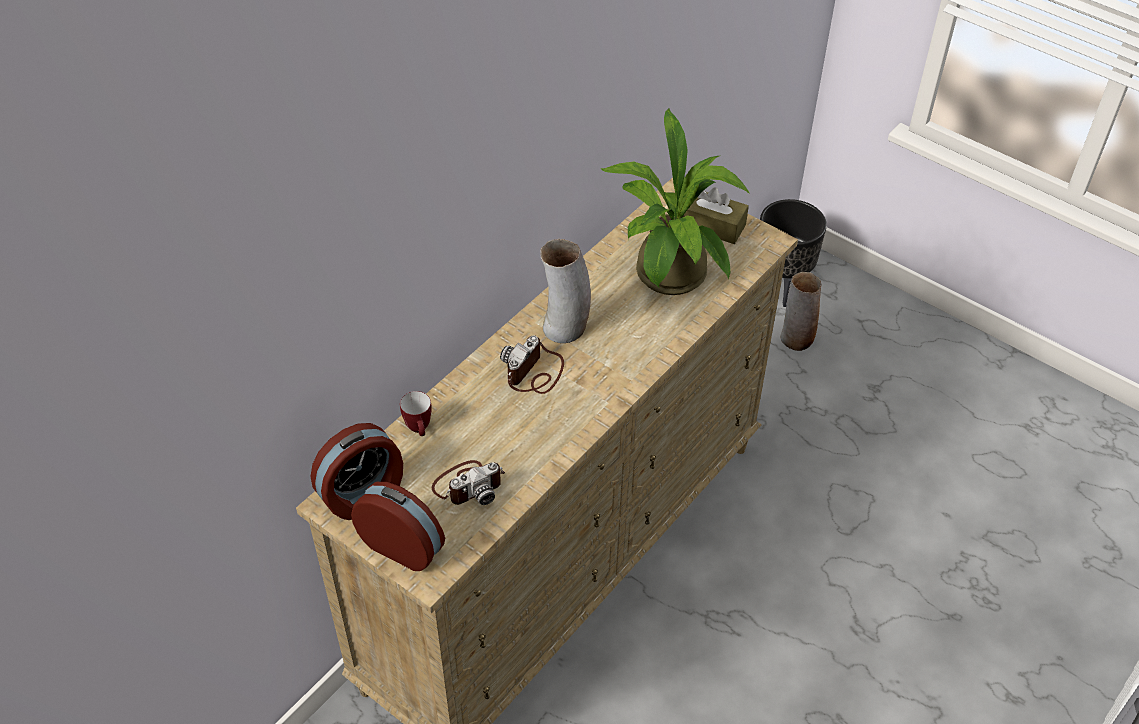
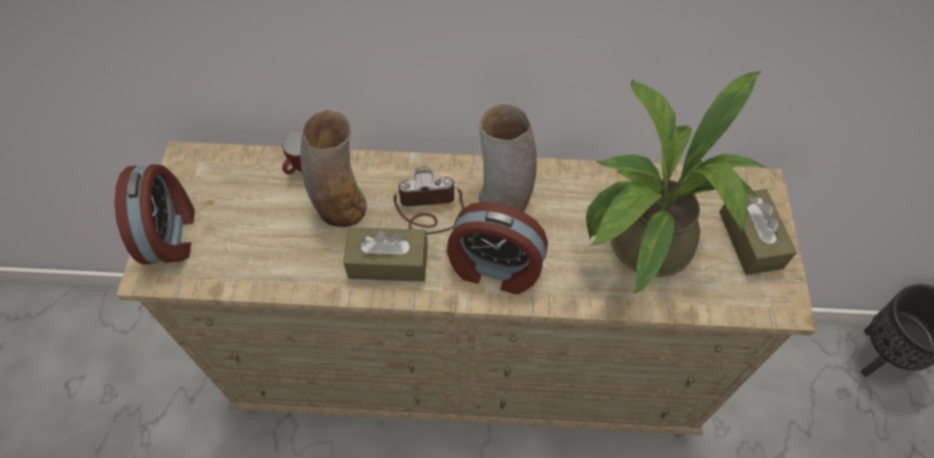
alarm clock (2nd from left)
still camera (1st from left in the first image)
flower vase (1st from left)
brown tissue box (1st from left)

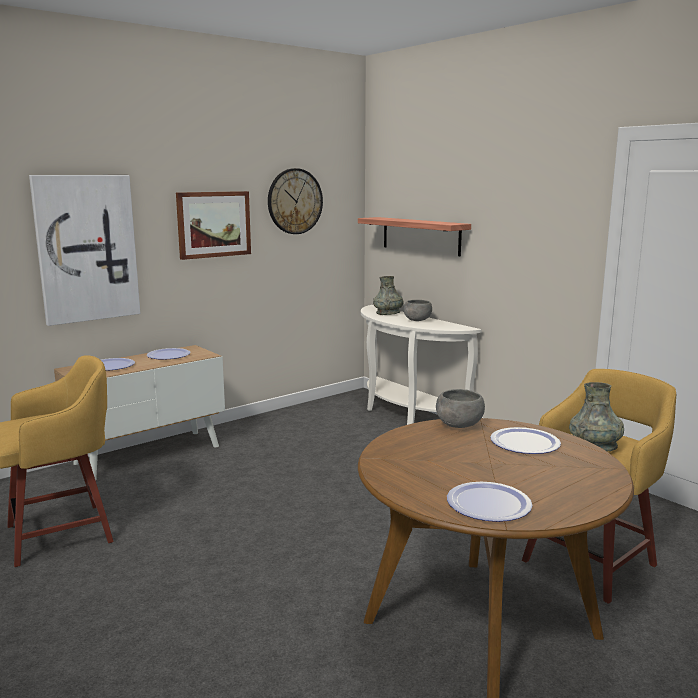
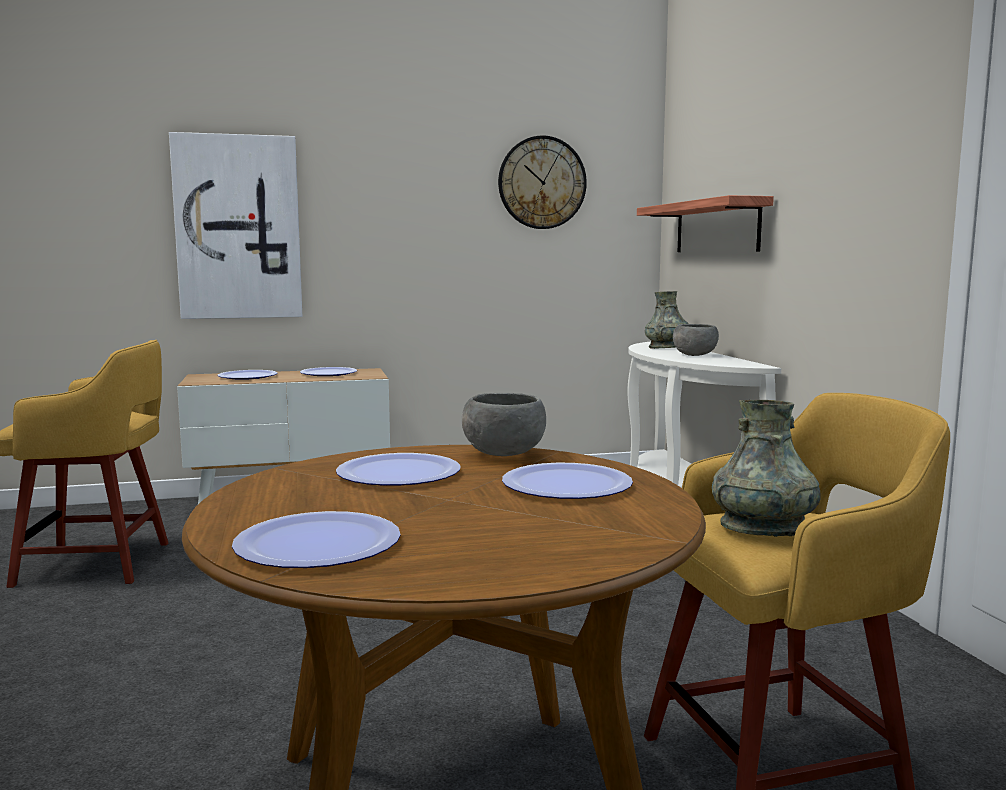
wall art (2nd from left in the first image)
flat dish (4th from left)

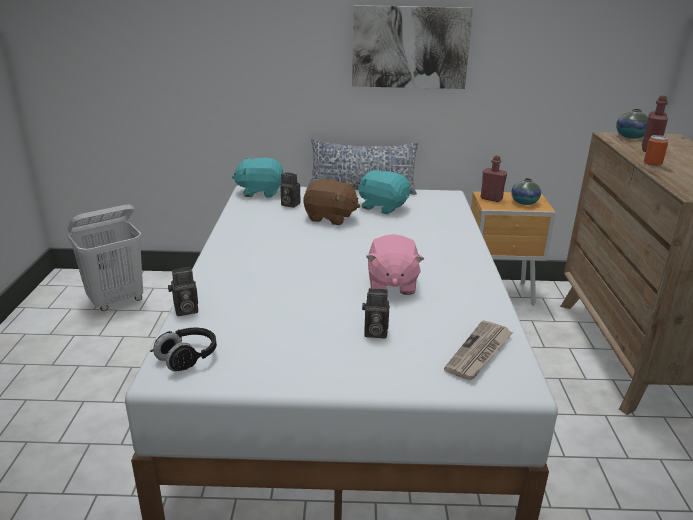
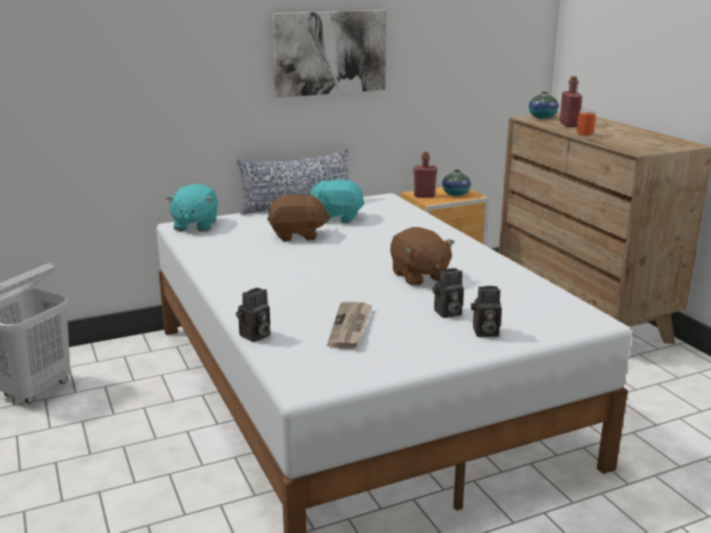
black pair of headphones
turquoise soft toy (1st from left)
still camera (3rd from left)
brown soft toy (2nd from left)
daily paper

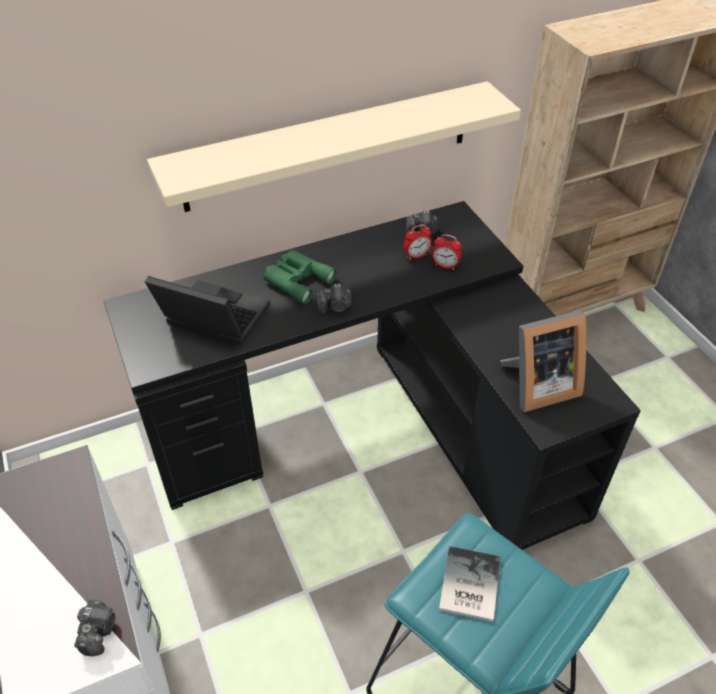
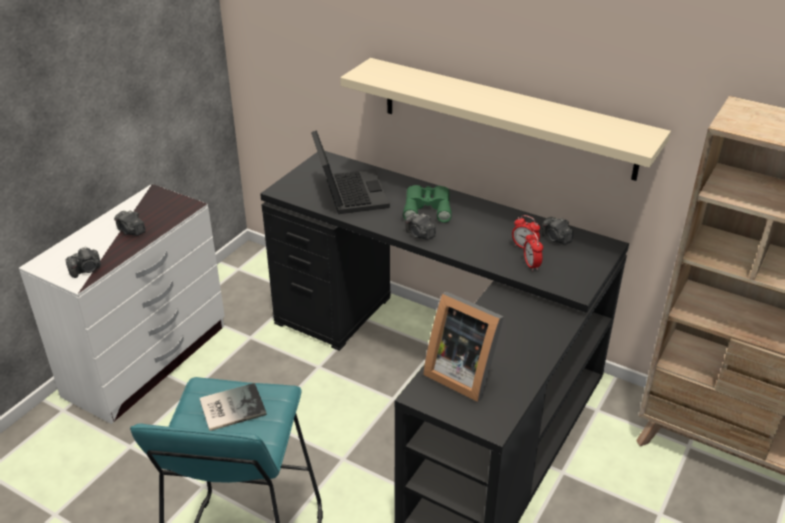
still camera (2nd from left)

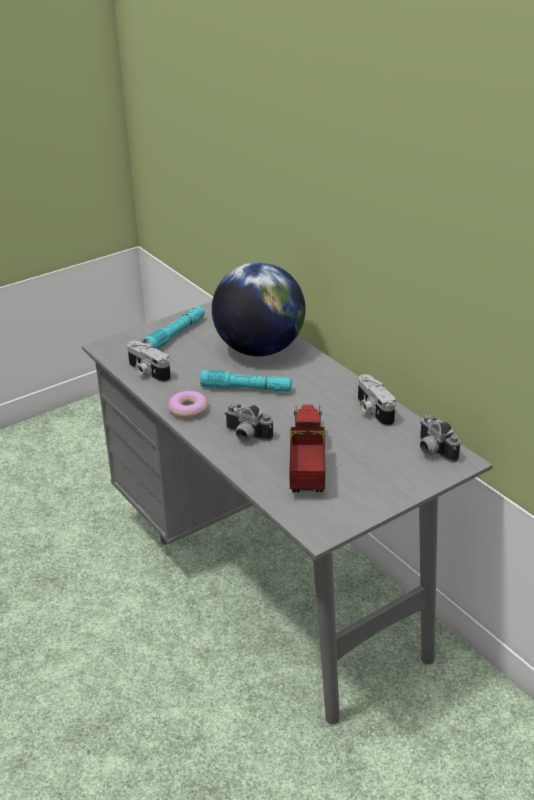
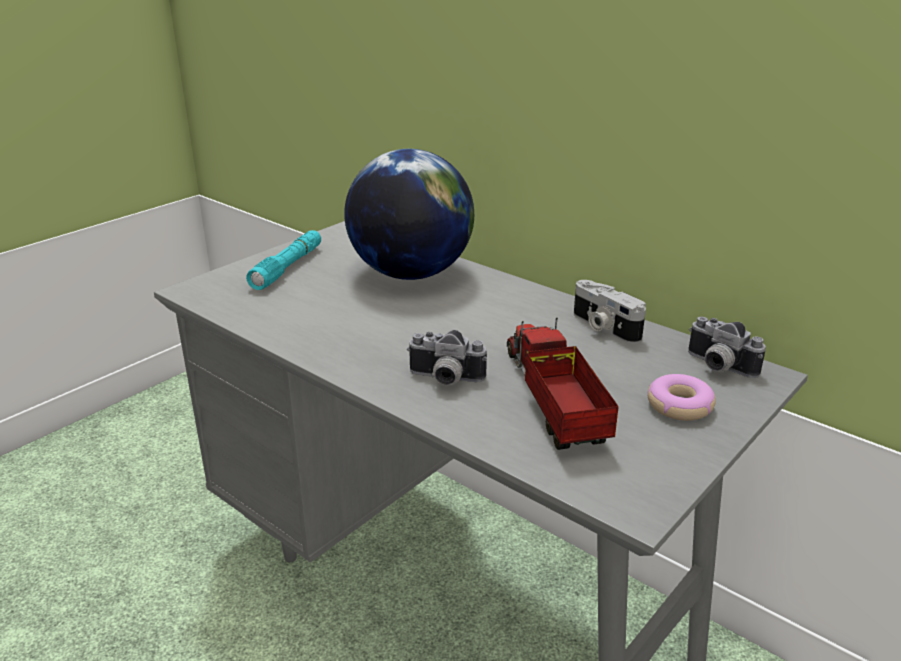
still camera (1st from left in the first image)
ring doughnut
turquoise torch (2nd from left in the first image)

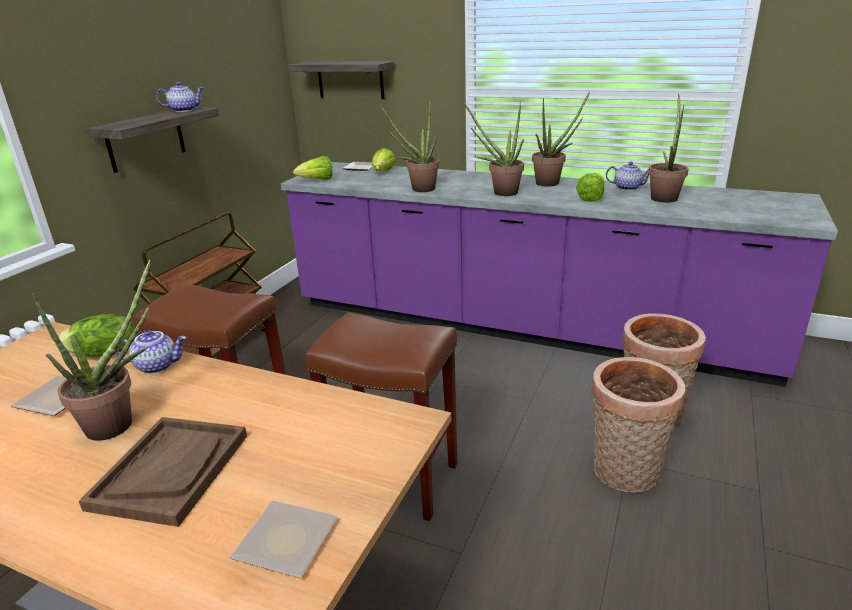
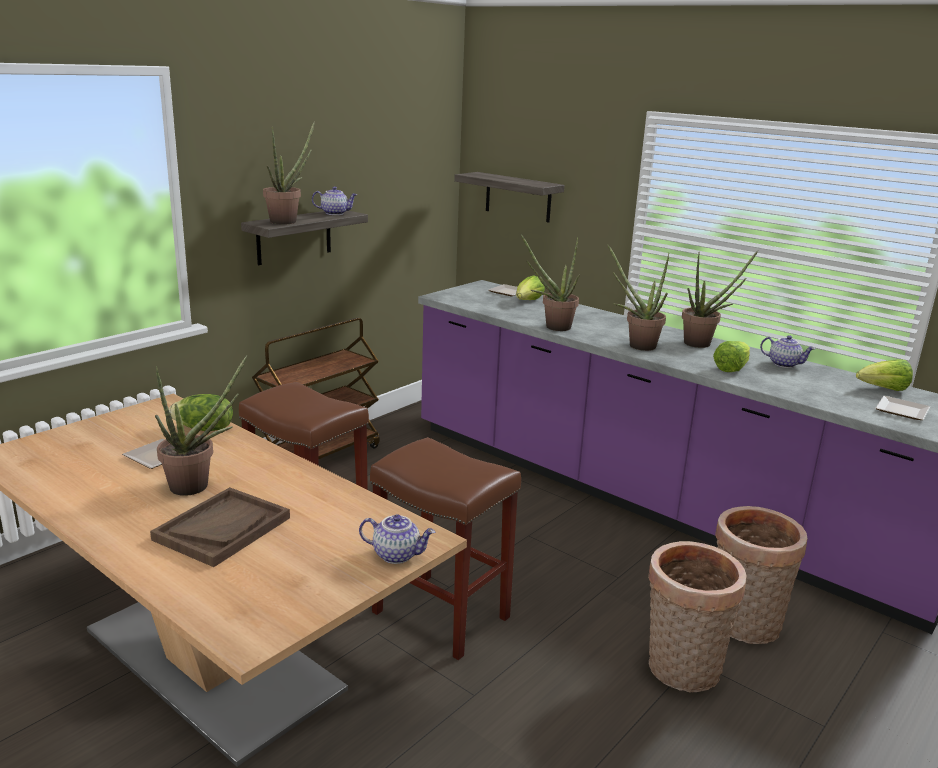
pot for tea (2nd from left)
flat dish (3rd from left)
head of lettuce (4th from left)
plant in a pot (2nd from left)

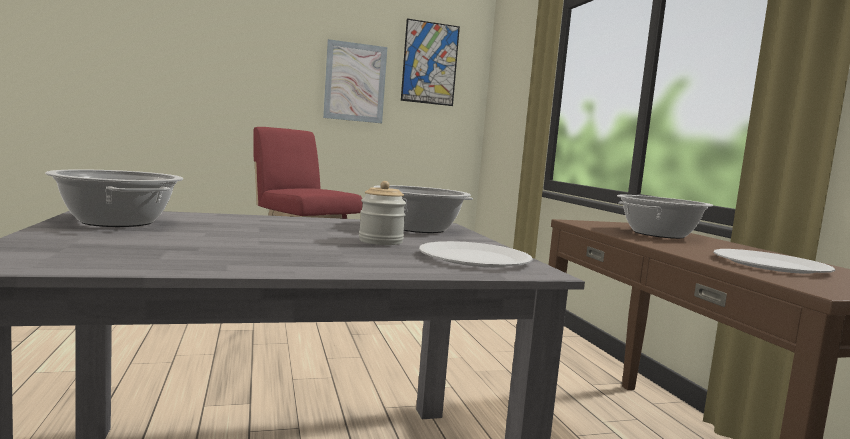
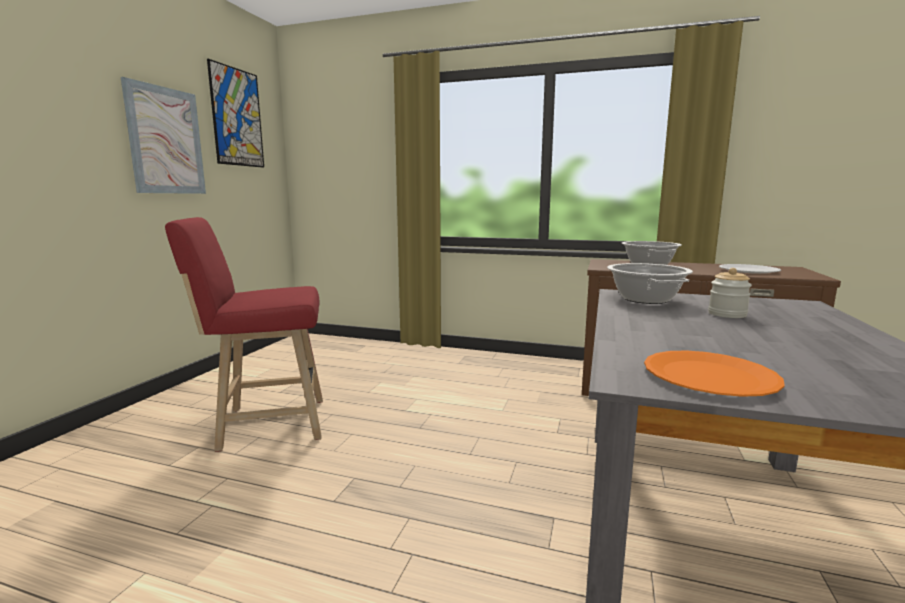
orangey flat dish
white flat dish (1st from left in the first image)

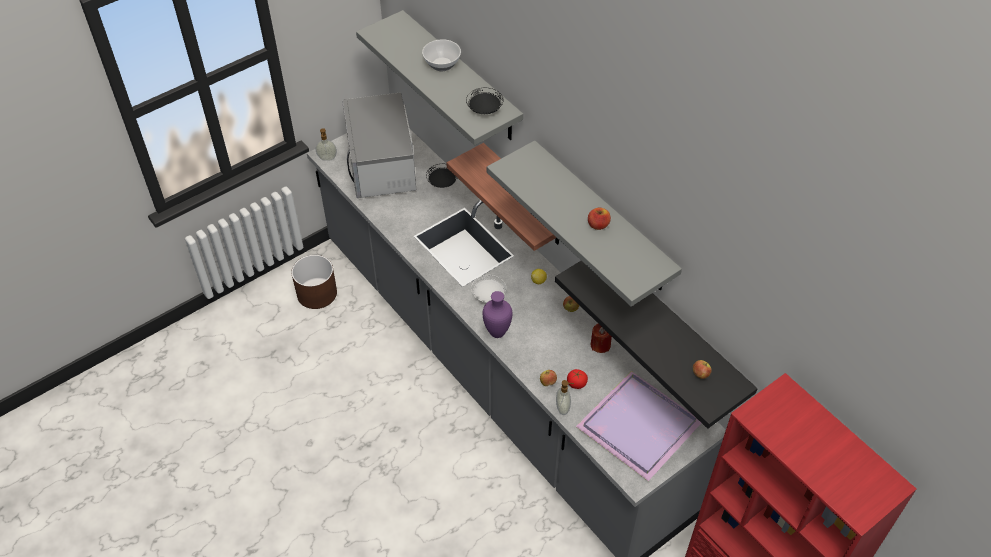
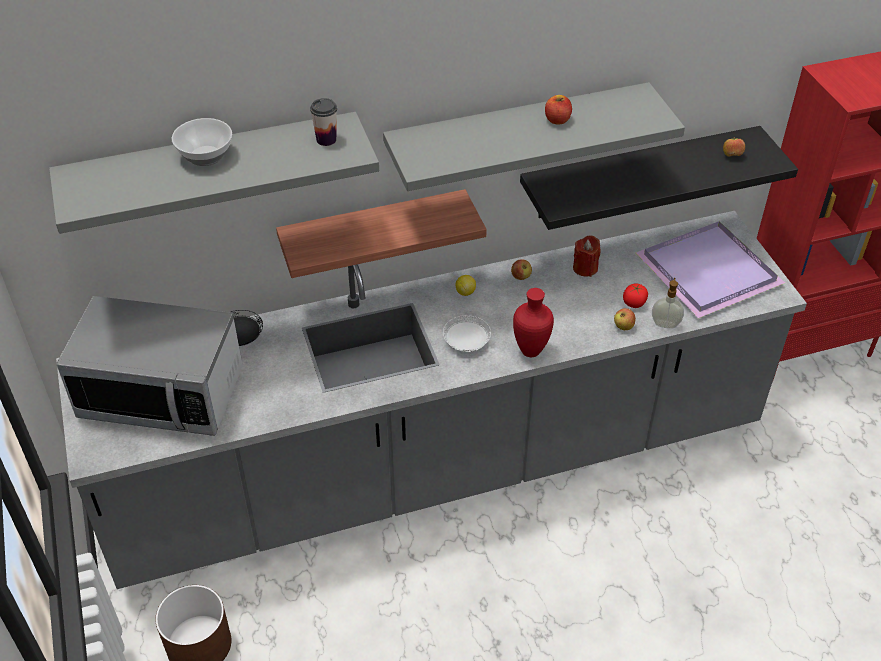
soap dispenser (1st from left in the first image)
drinking cup
red flower vase

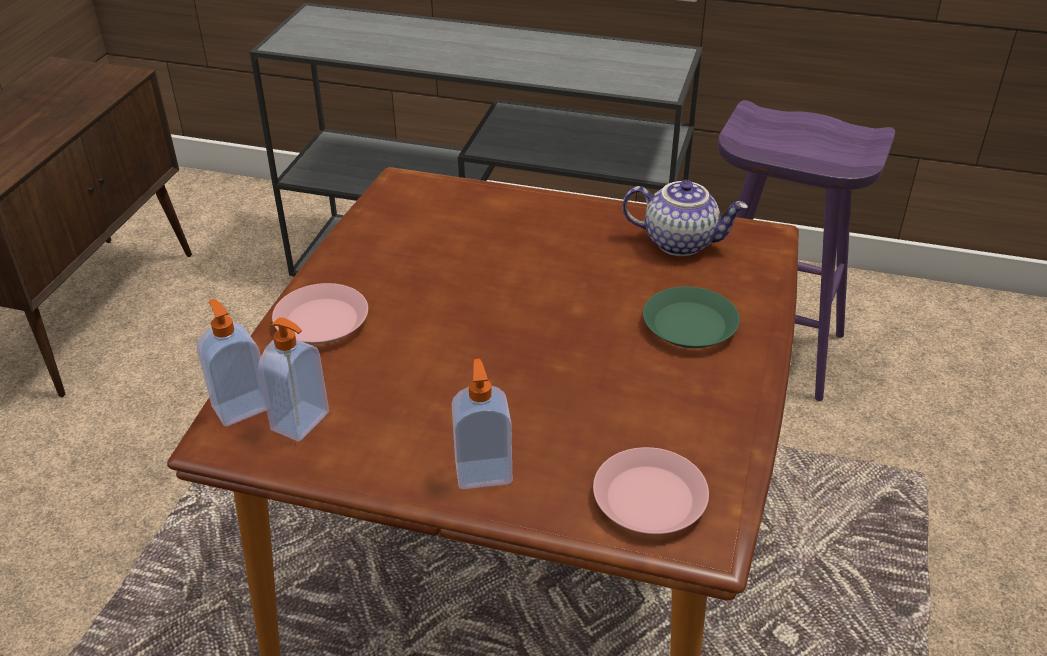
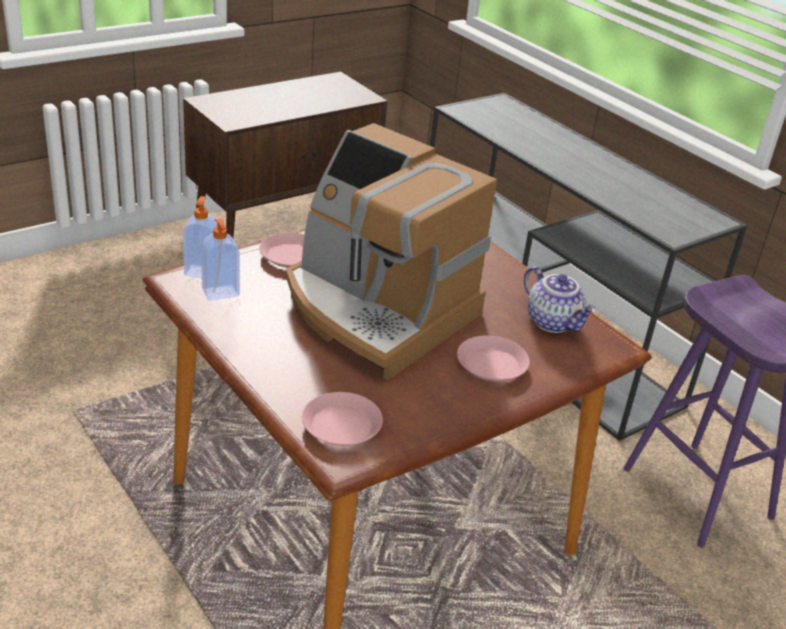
soap dispenser (3rd from left in the first image)
pinkish flat dish (3rd from left)
coffee machine

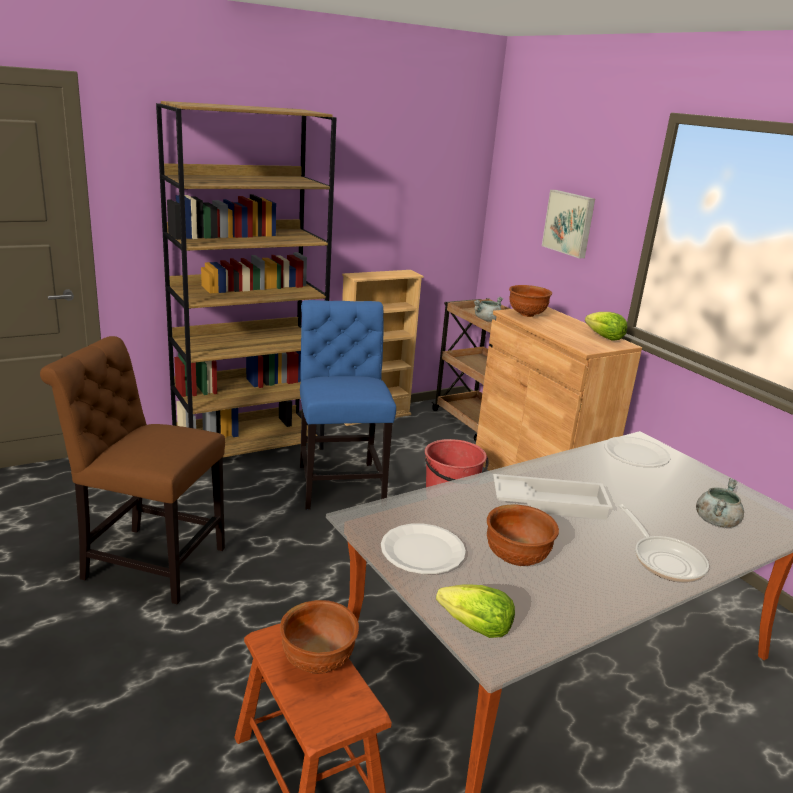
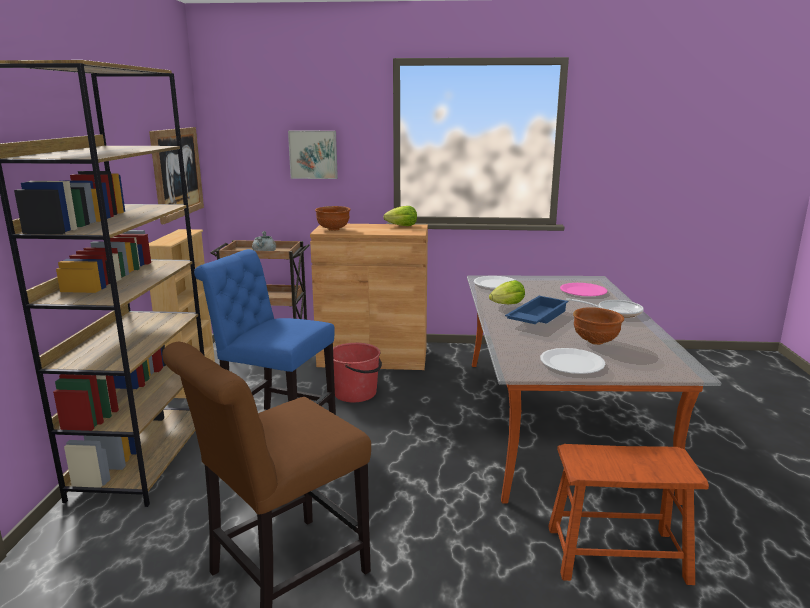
brown serving bowl (1st from left in the first image)
head of lettuce (2nd from left)
blue serving tray
pinkish flat dish
wall art (1st from left)

